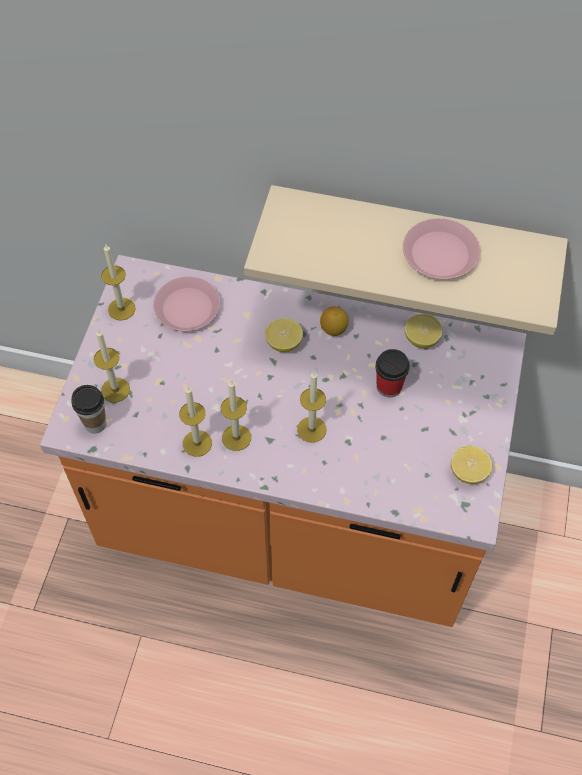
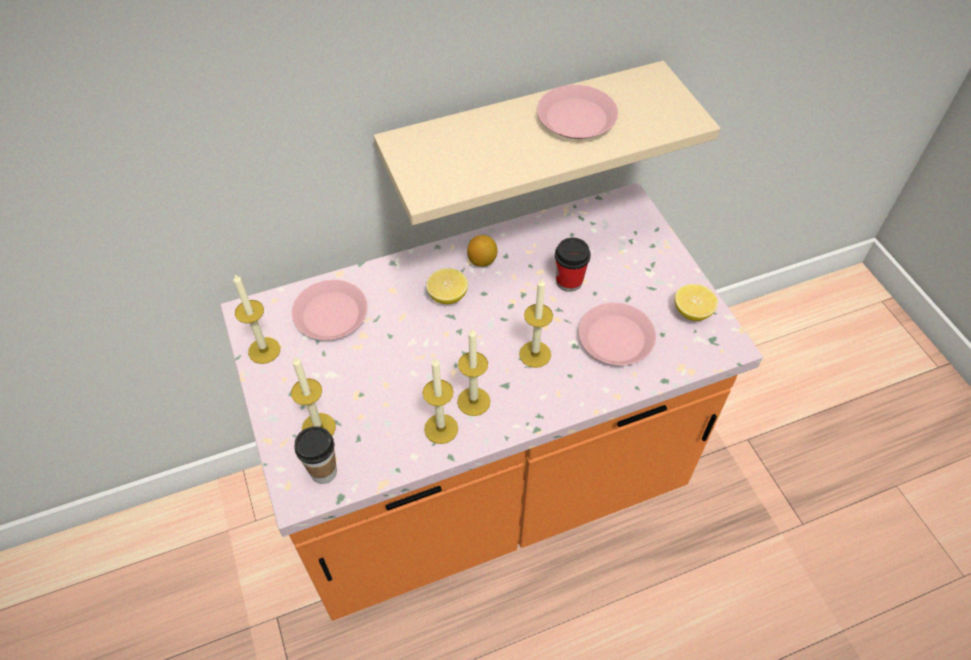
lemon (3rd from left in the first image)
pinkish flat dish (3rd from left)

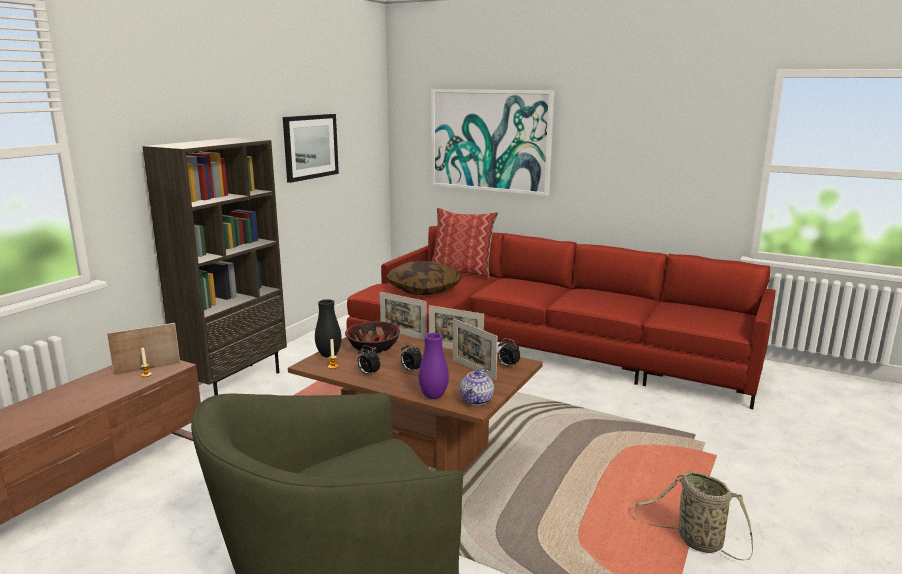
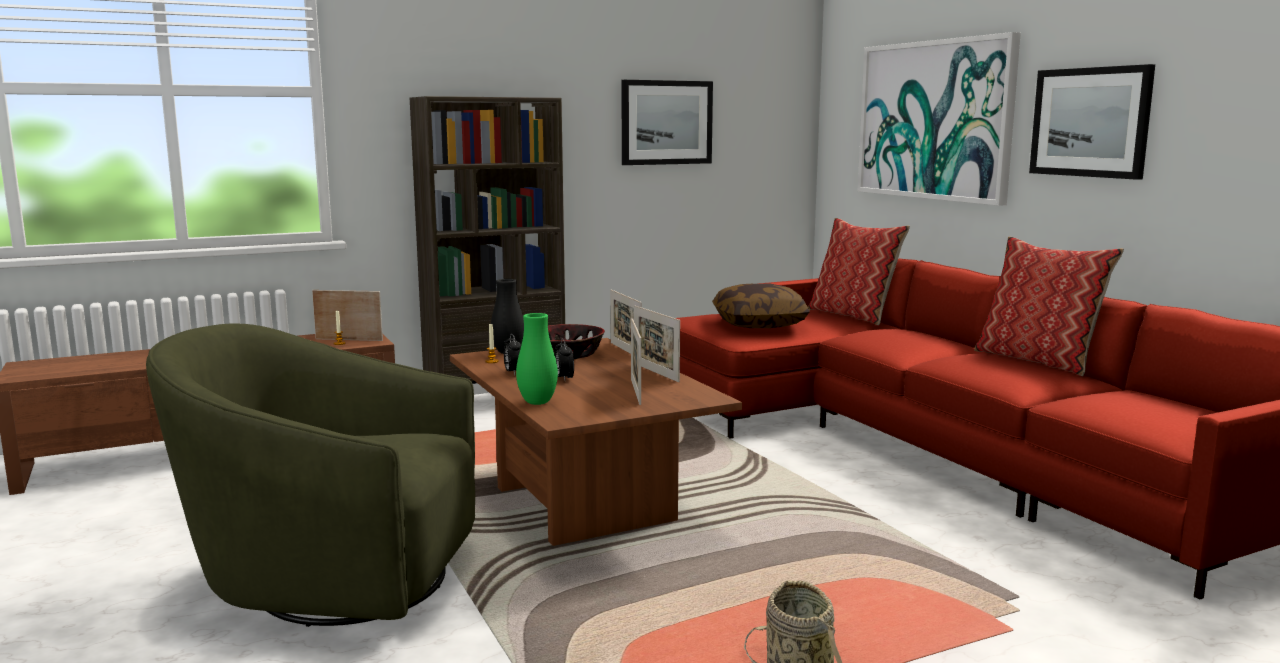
green-coloured flower vase
pot for tea
alarm clock (3rd from left in the first image)
throw pillow (3rd from left)
wall art (3rd from left)

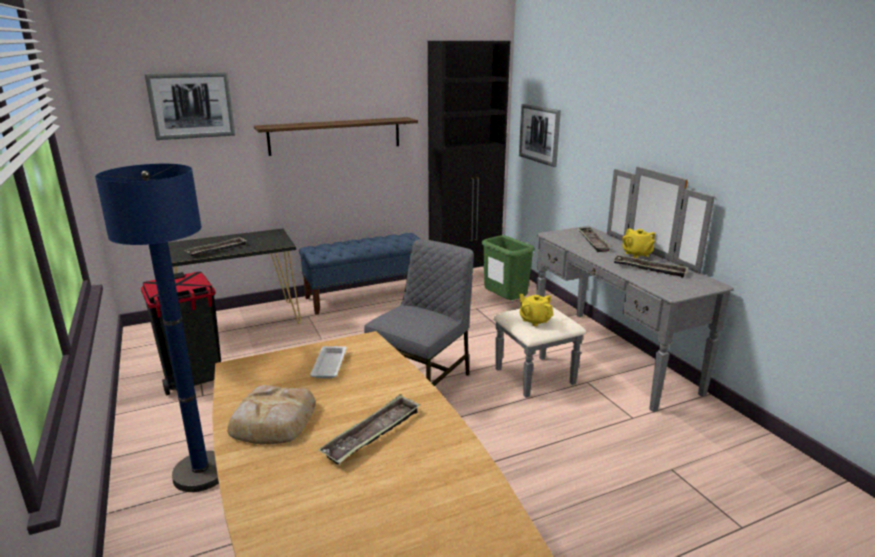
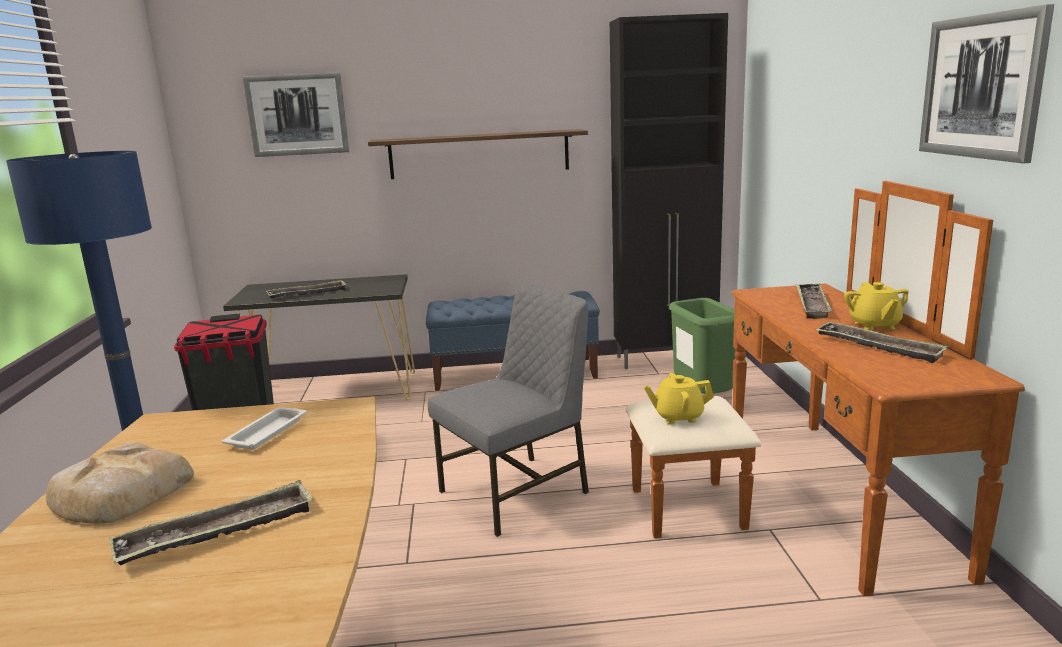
brown dresser
wall art (2nd from left)
yellow-coloured pot for tea (1st from left)

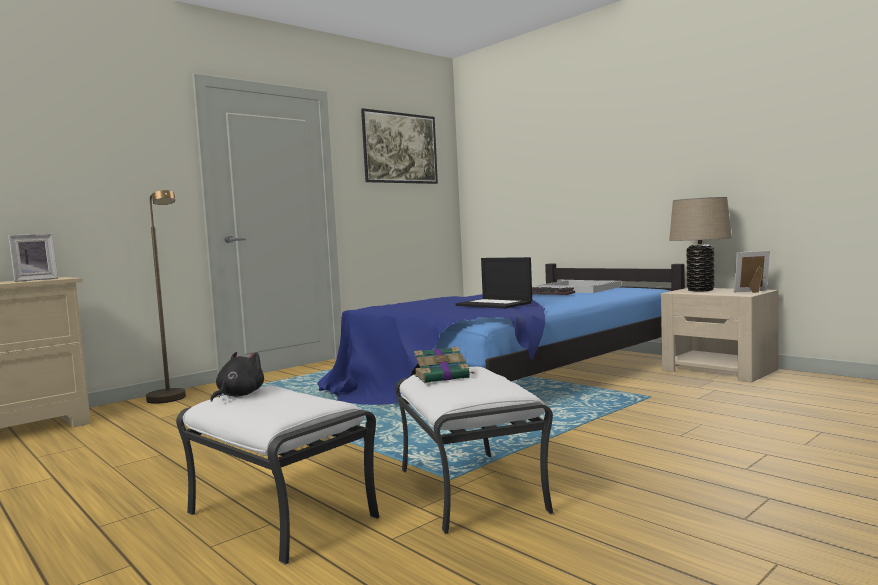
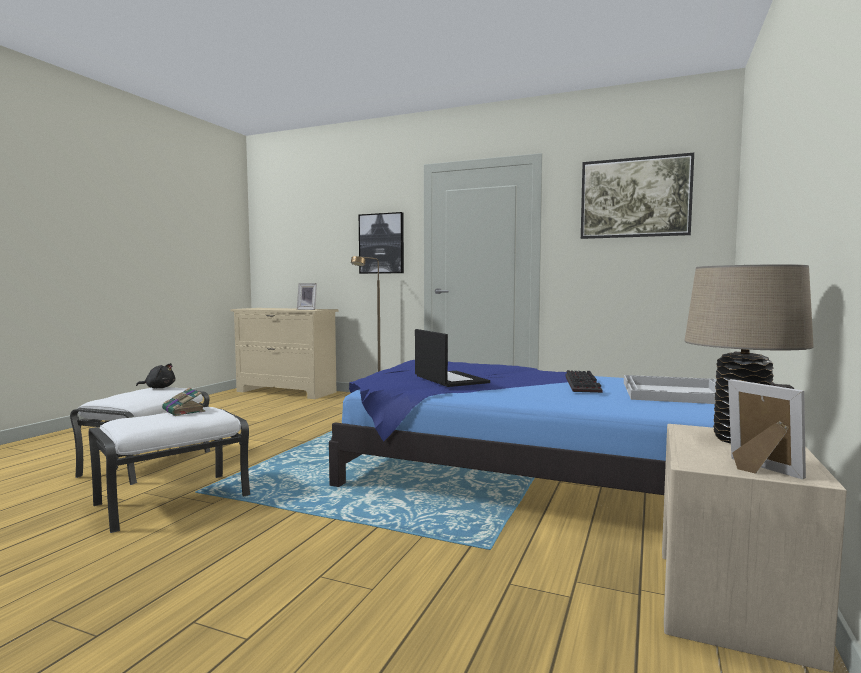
portable computer
wall art (1st from left)

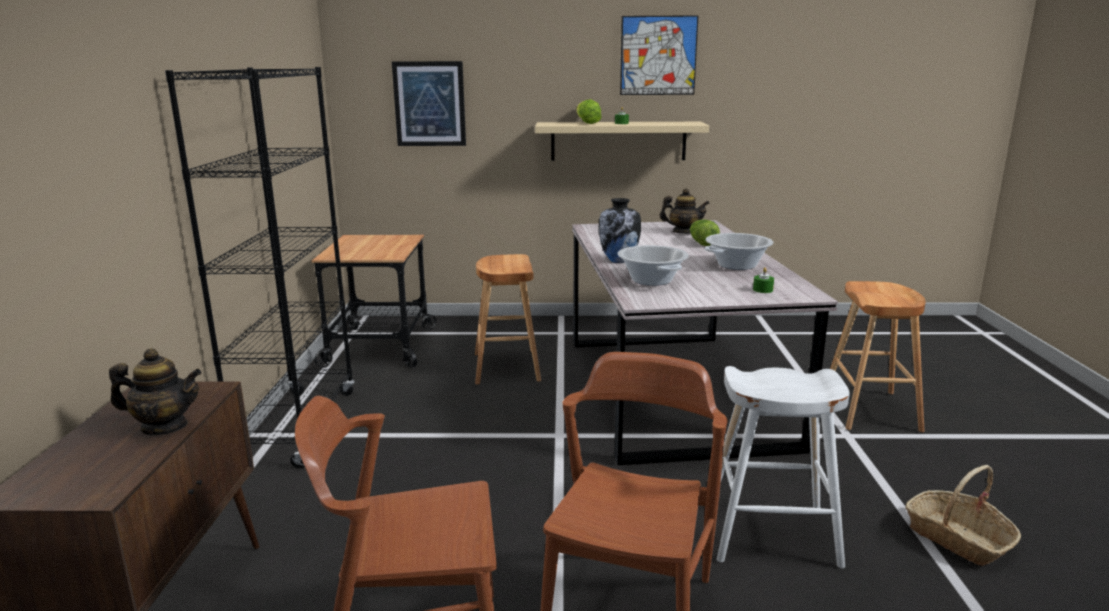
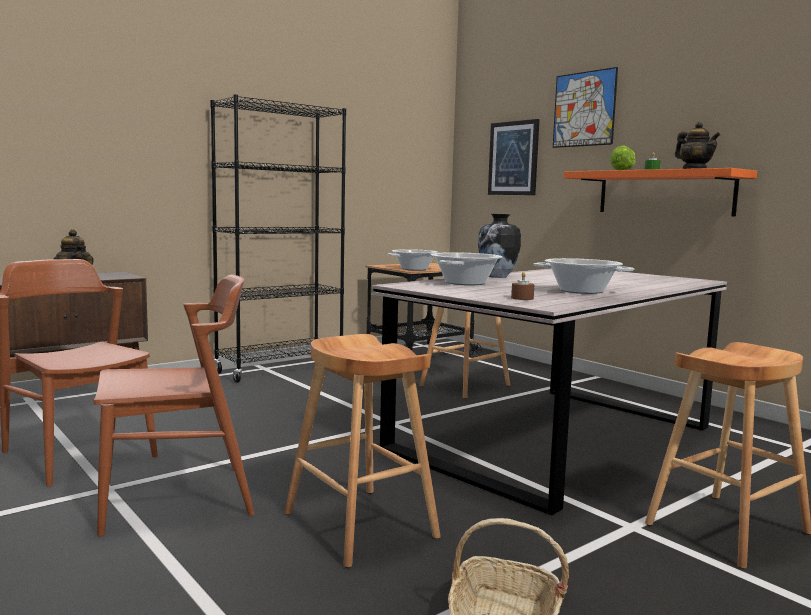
orangey bracket shelf
wall art (2nd from left)
pot for tea (2nd from left)
head of lettuce (2nd from left in the first image)
brown stool (1st from left)
brown wax candle
saucepot (1st from left)

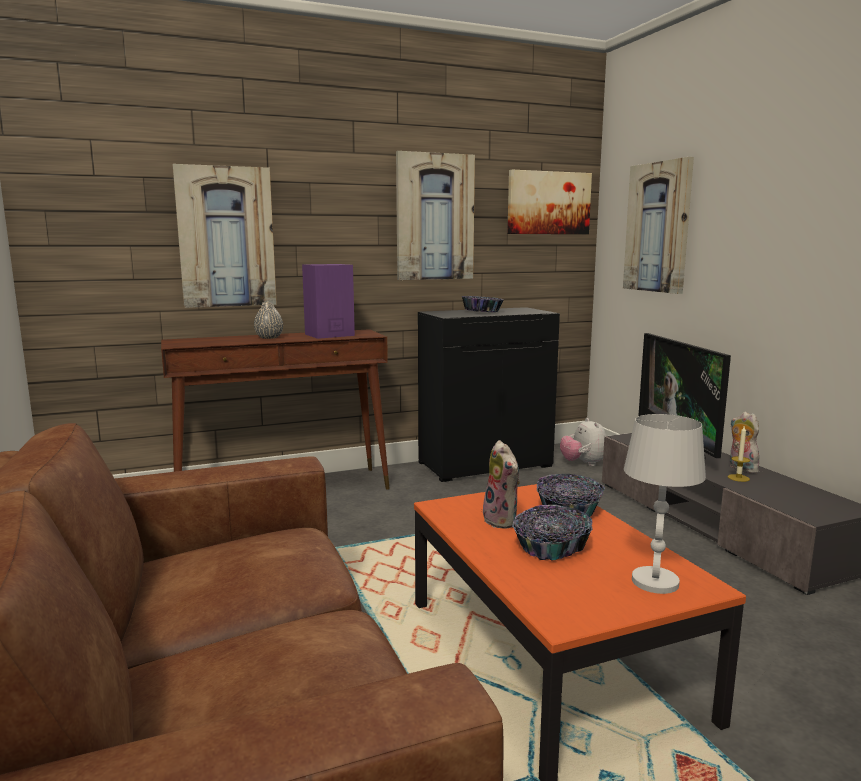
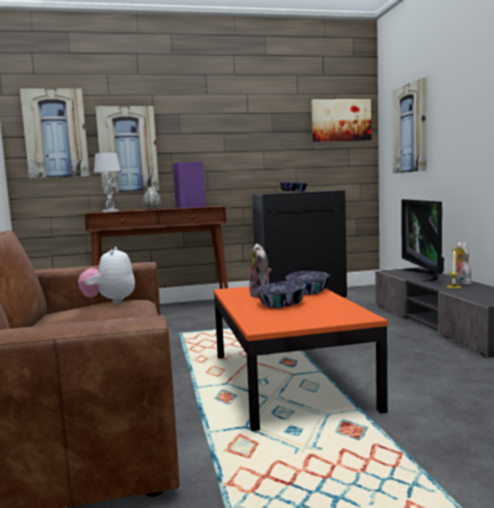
wall art (1st from left)
soft toy (1st from left)
white table lamp

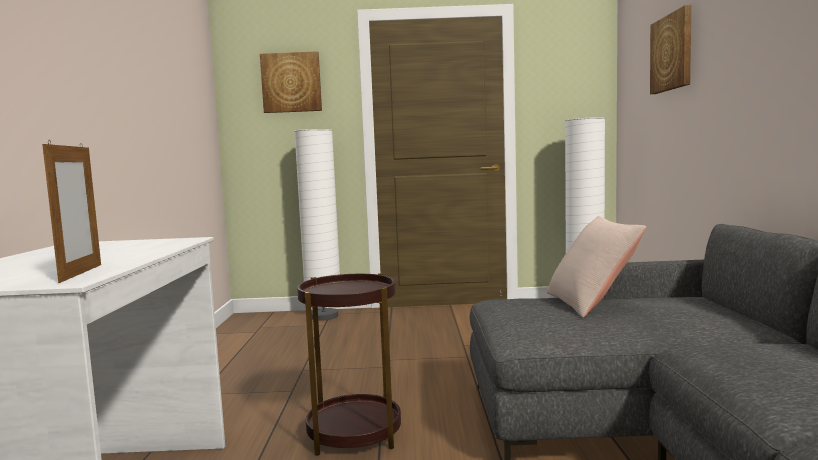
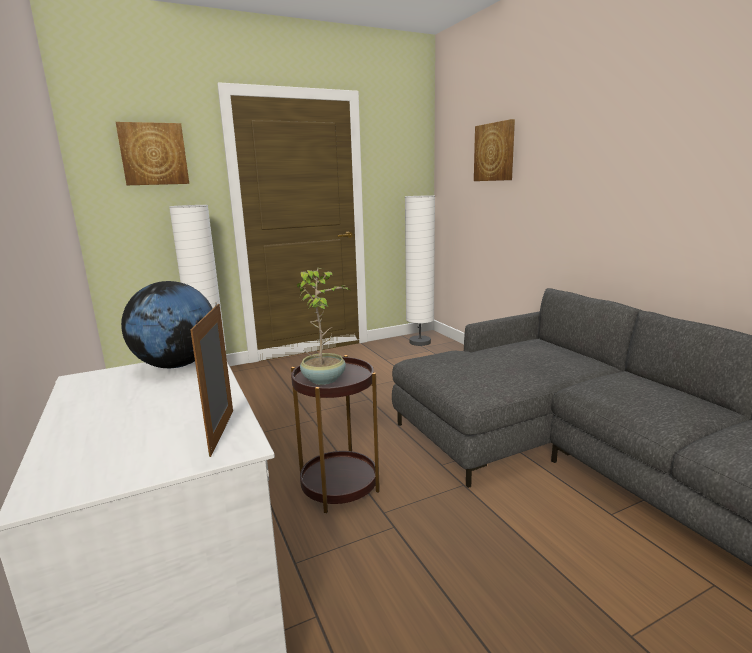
photo frame
beige-coloured throw pillow
globe
plant in a pot

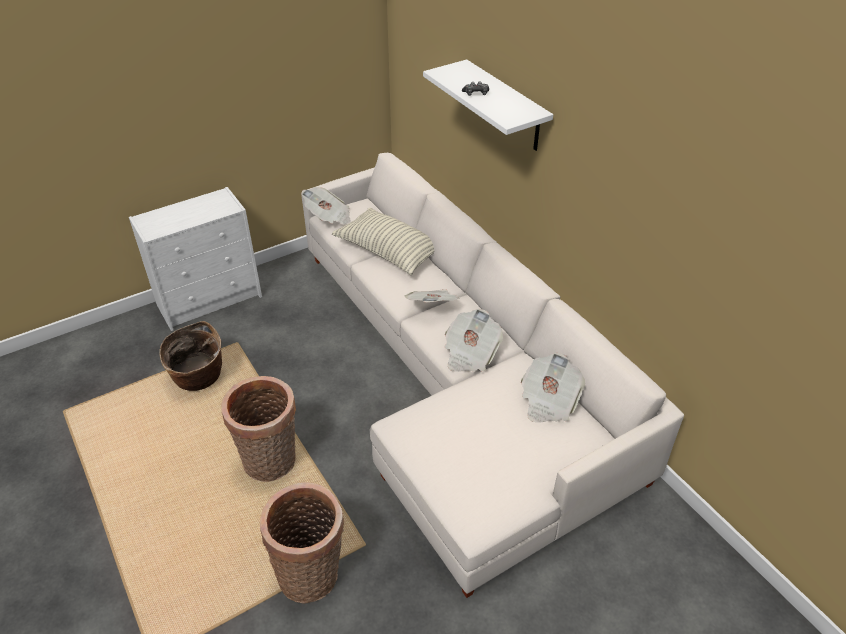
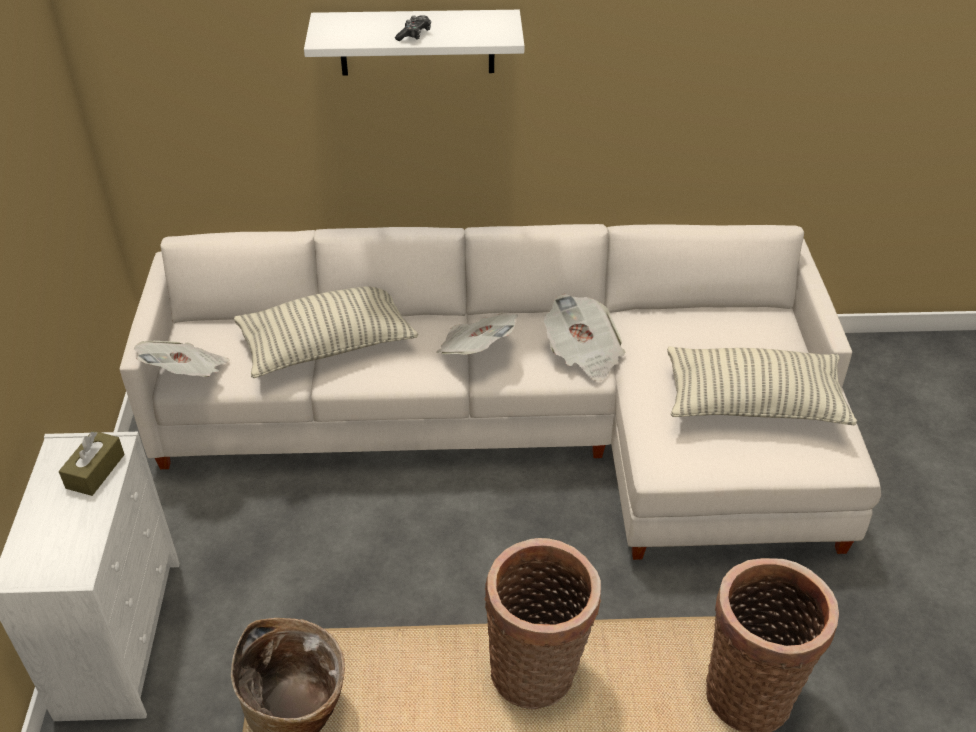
daily paper (4th from left in the first image)
brown tissue box
throw pillow (2nd from left)

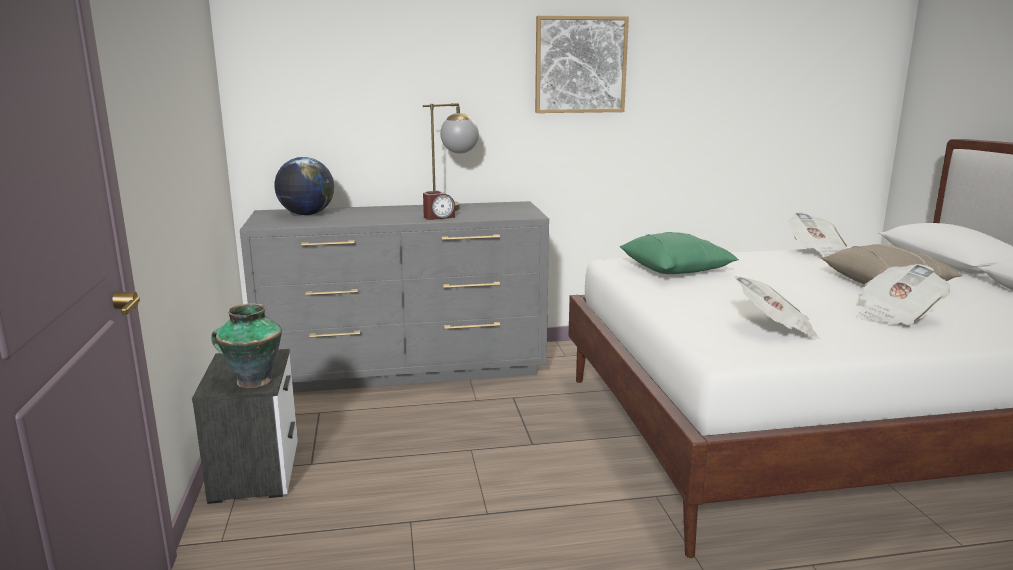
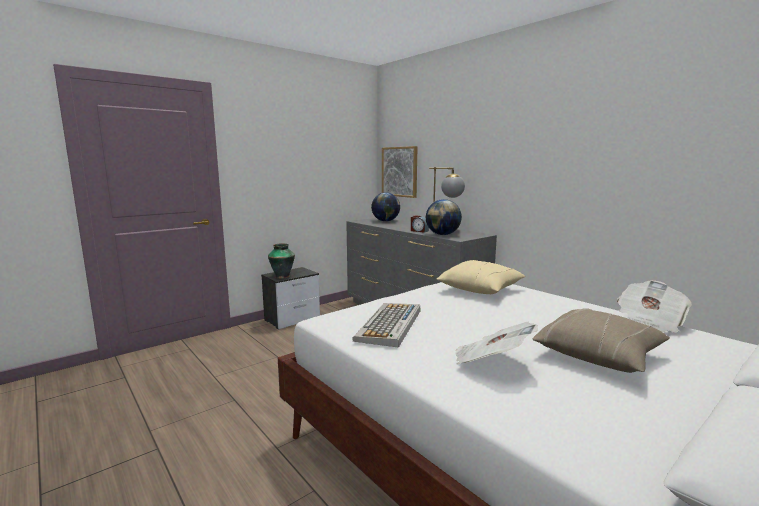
wall art
beige-coloured throw pillow (1st from left)
keyboard
globe (2nd from left)

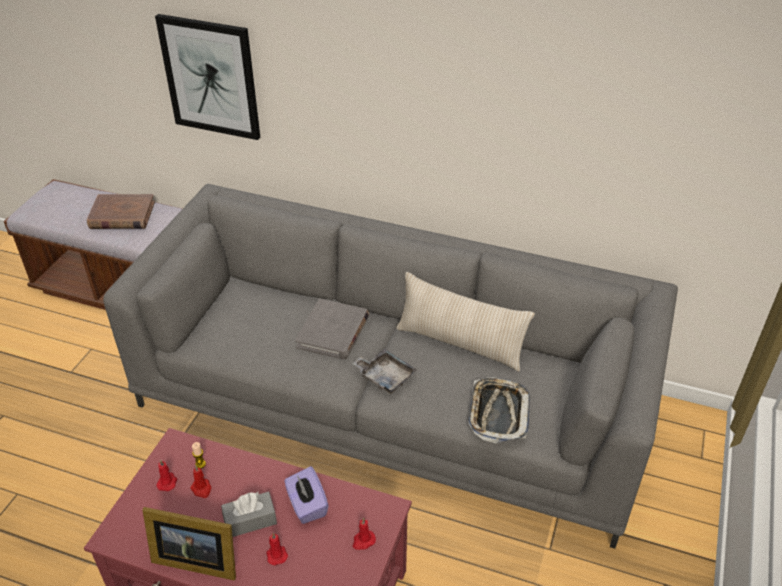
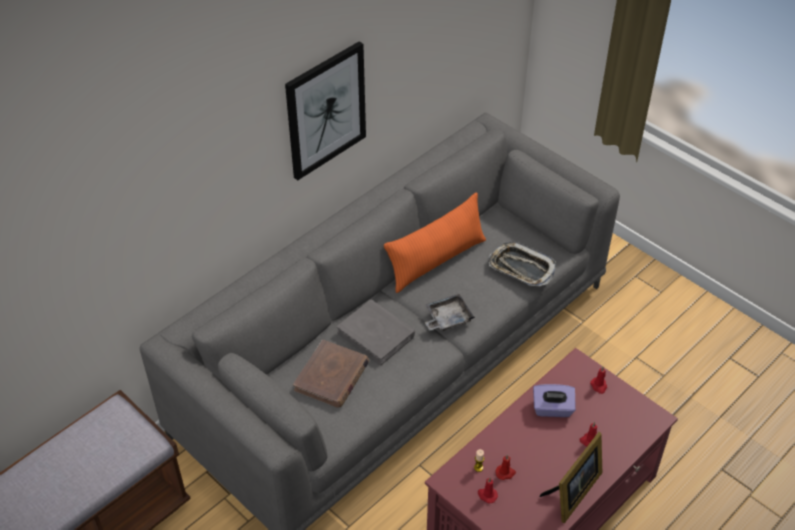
brown volume
wall art
gray tissue box
orangey throw pillow

